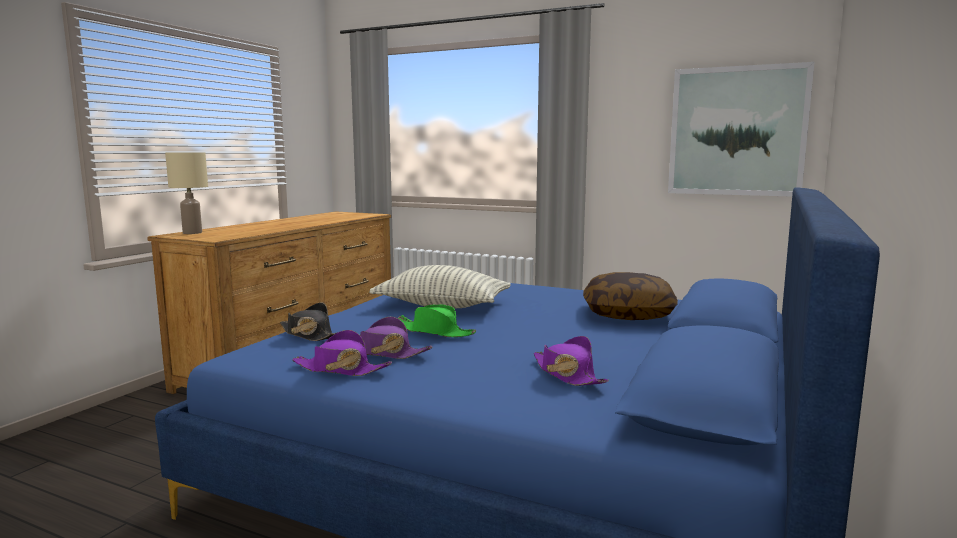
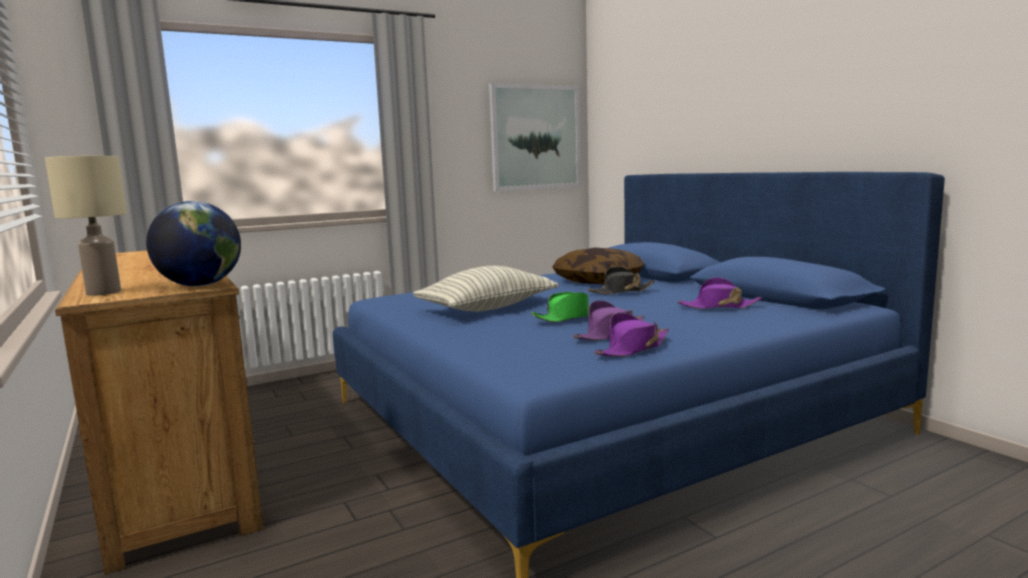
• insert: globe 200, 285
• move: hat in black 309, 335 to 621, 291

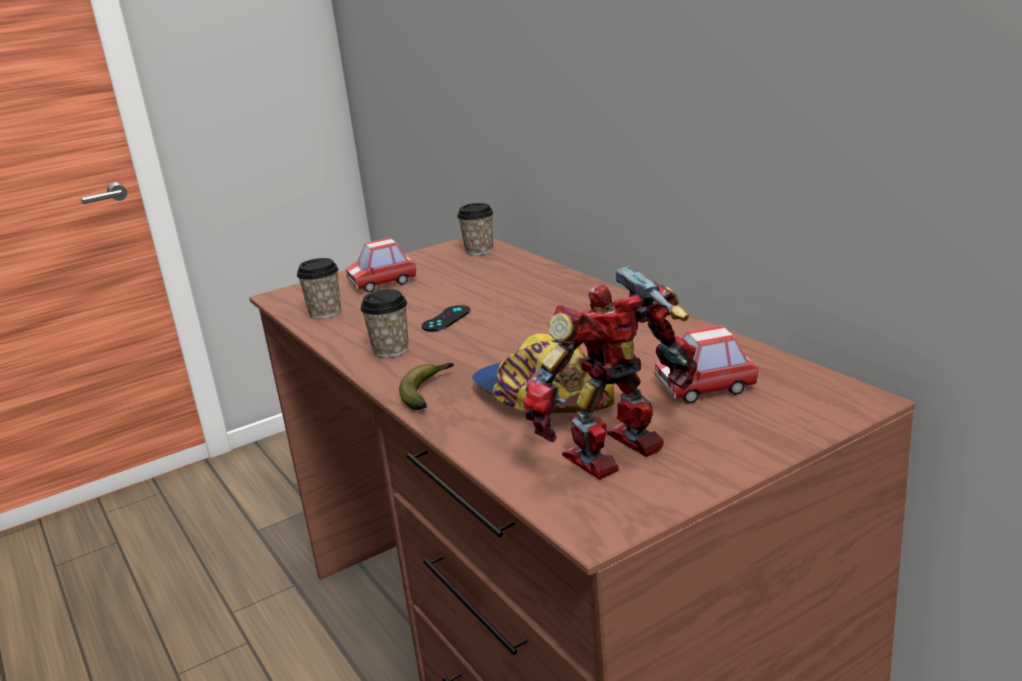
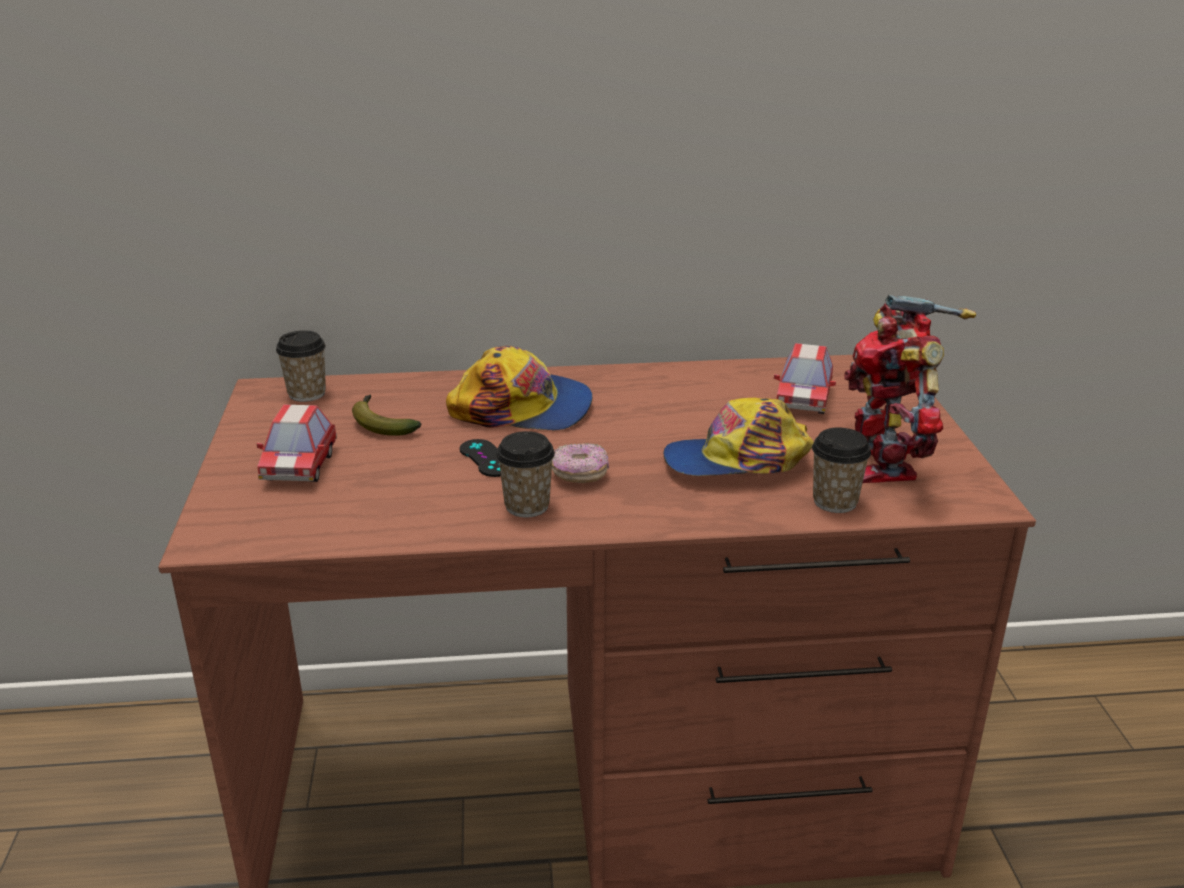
• insert: cap 523, 408
• insert: donut 580, 475
• move: cup 325, 312 to 835, 502
• move: banana 427, 392 to 381, 423

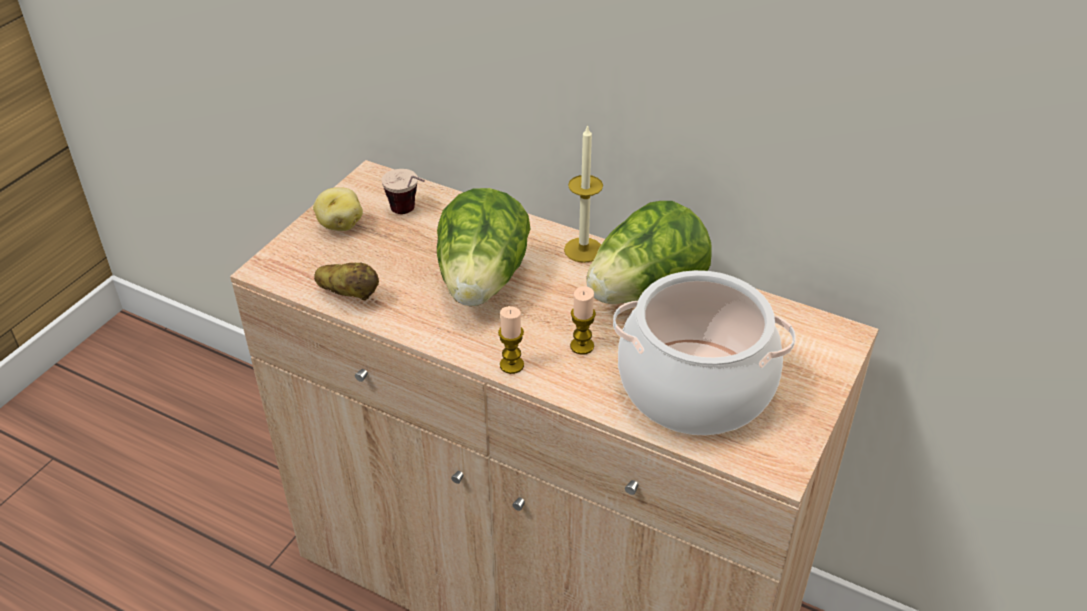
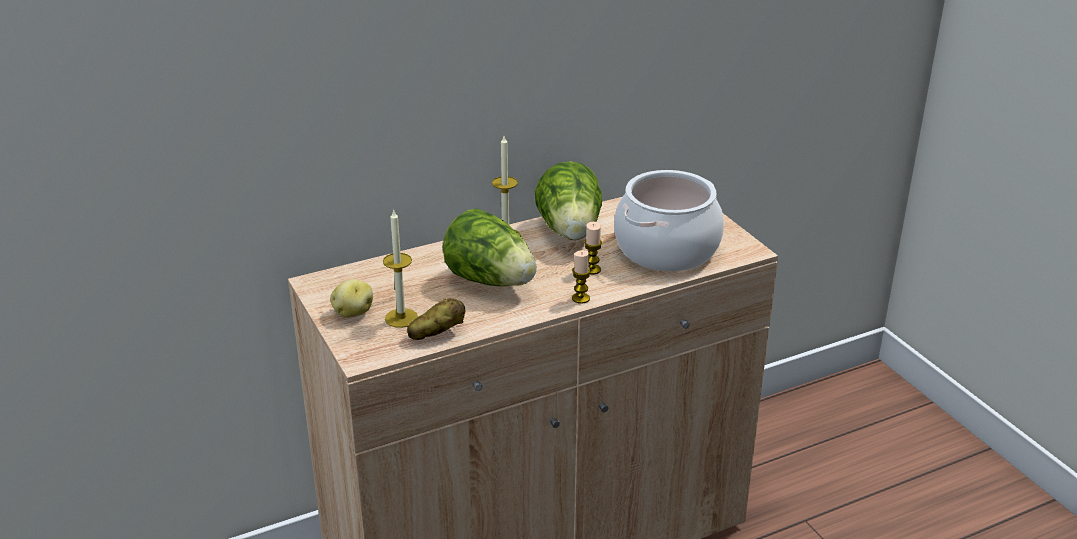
• delete: cup 410, 215
• insert: candle 401, 318

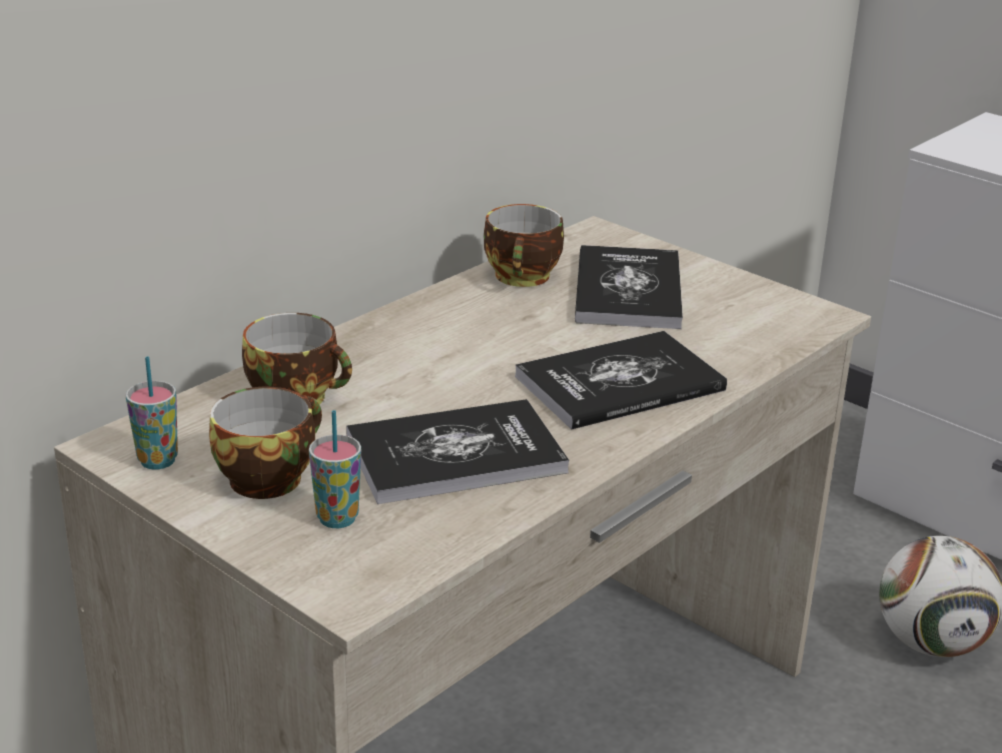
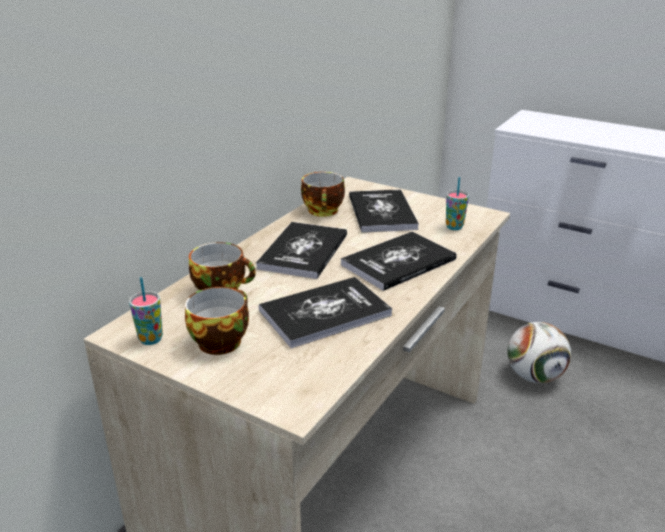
• insert: book 303, 251
• move: cup 337, 519 to 454, 227

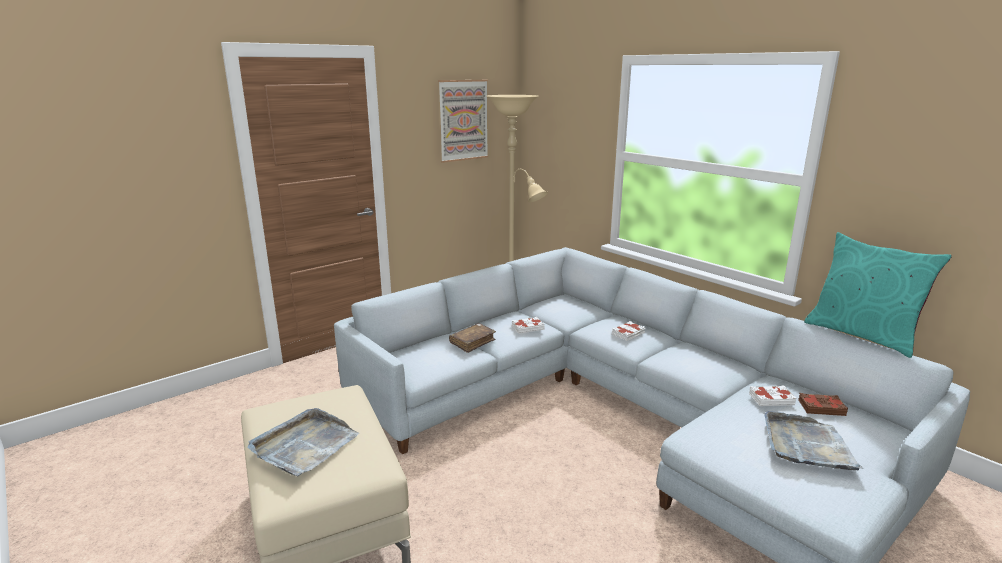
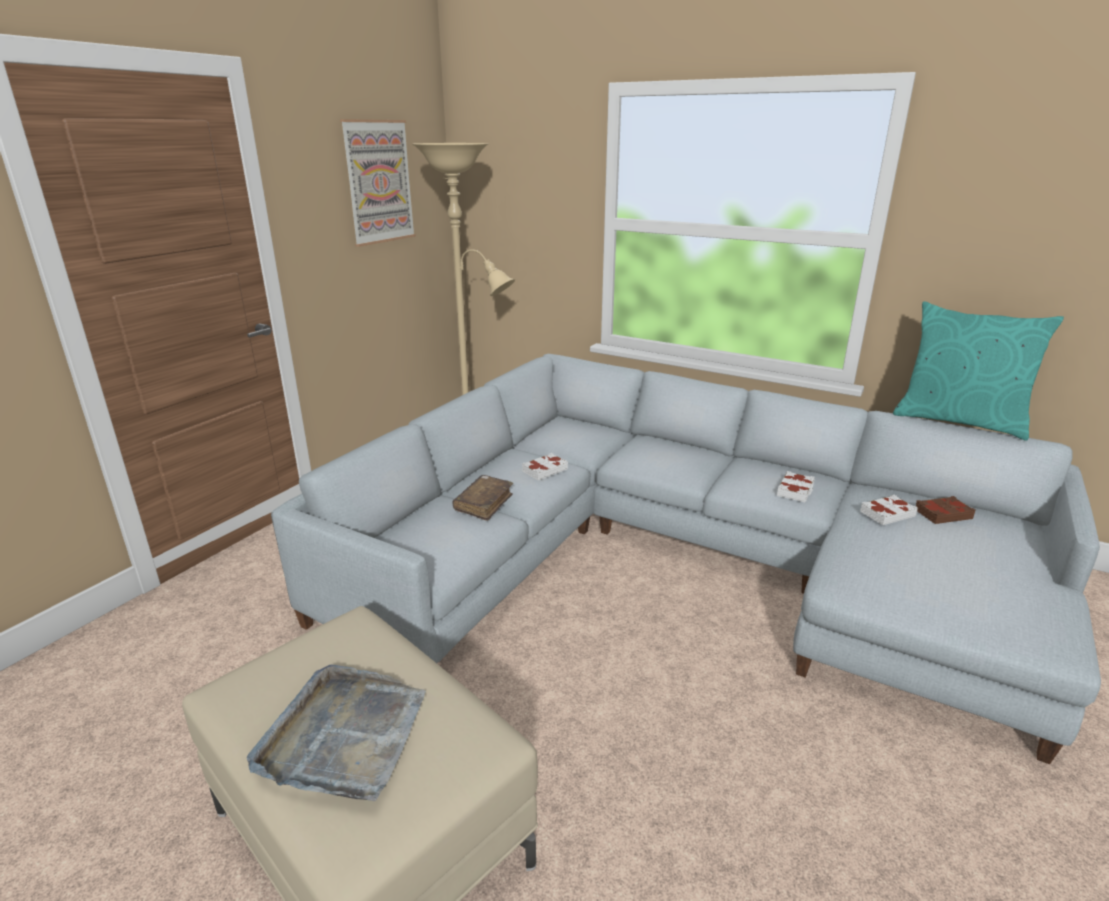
• delete: tray in grey 806, 444
• move: book in white 628, 334 to 795, 490

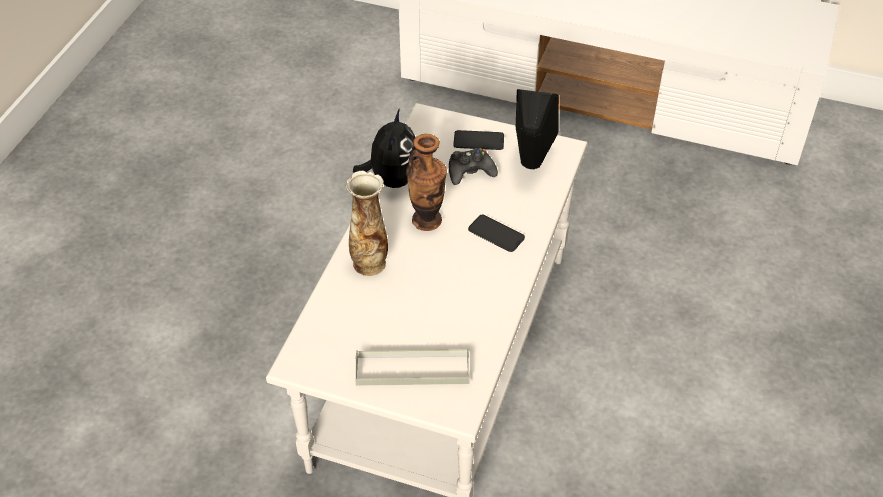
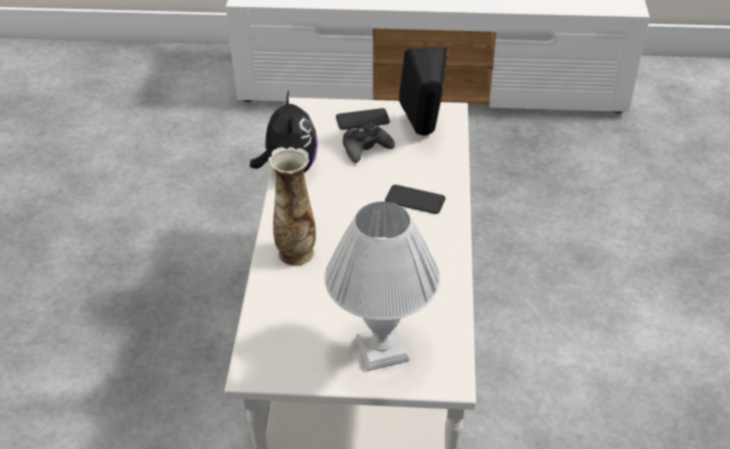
• delete: vase 427, 220
• replace: tray in grey 412, 370 to table lamp in white 383, 349

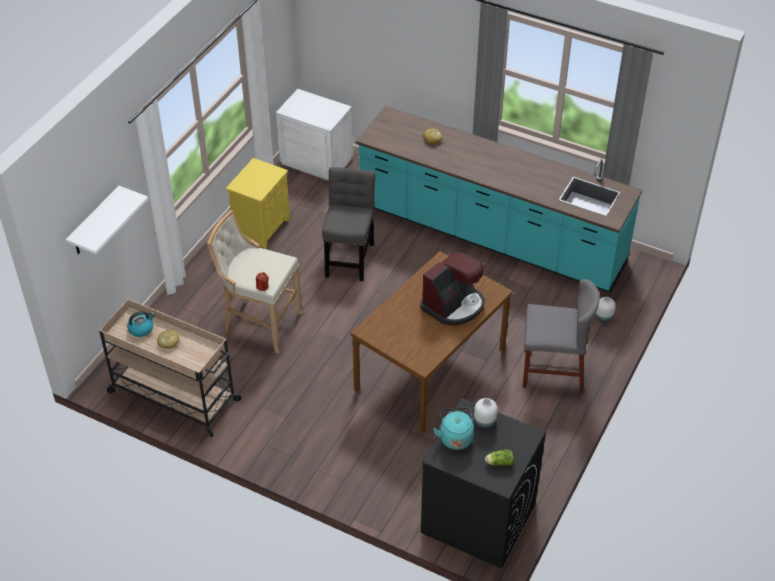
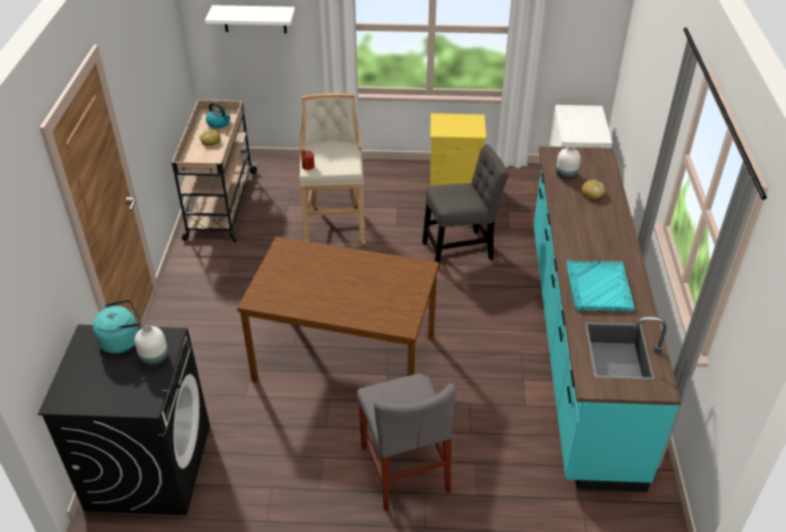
• delete: coffee machine 454, 305
• delete: lettuce 498, 462
• insert: tray in turquoise 599, 287
• move: vase in white 604, 317 to 566, 175

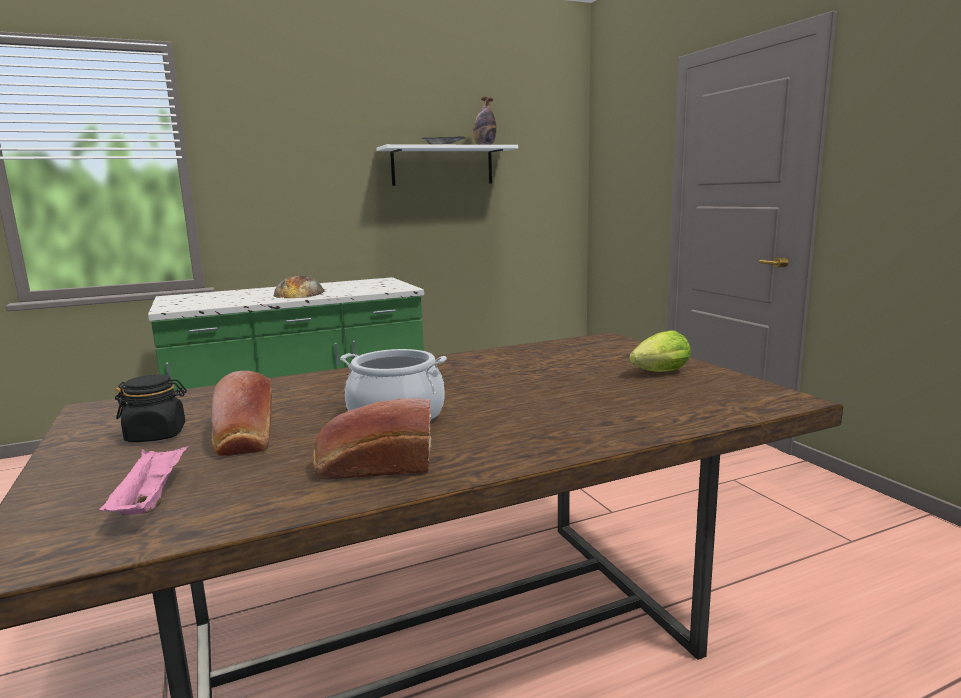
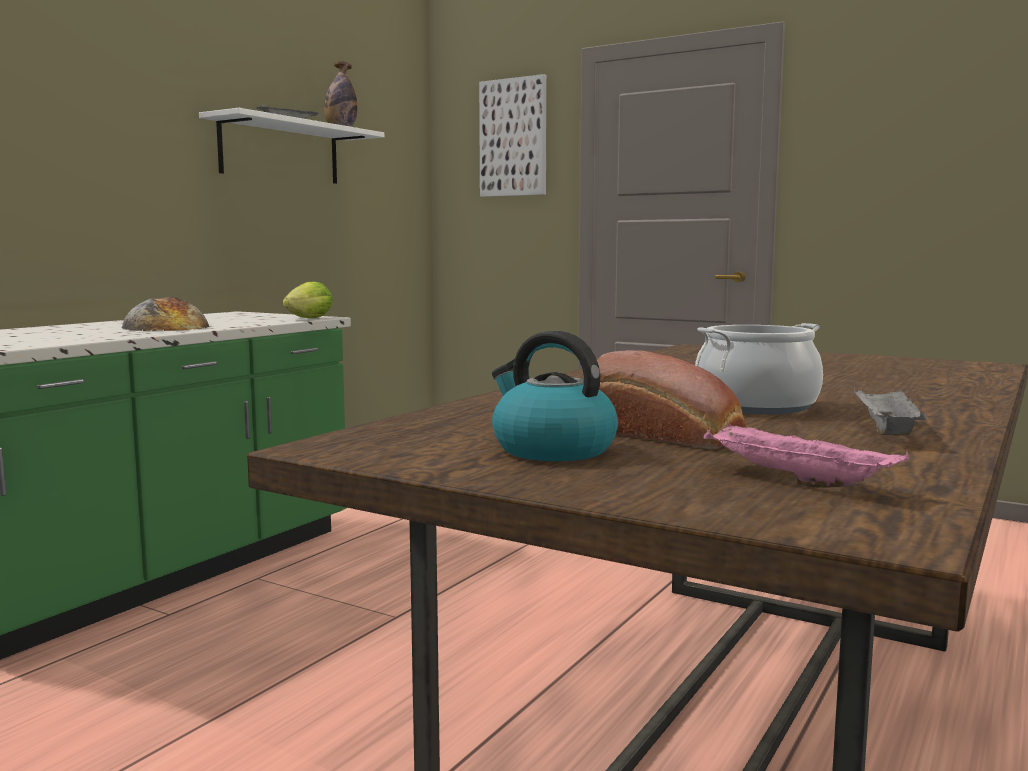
• insert: picture 513, 137
• move: lettuce 657, 373 to 307, 319
• replace: jar in black 157, 435 to kettle 551, 449
• replace: bread 373, 466 to tray in grey 885, 431

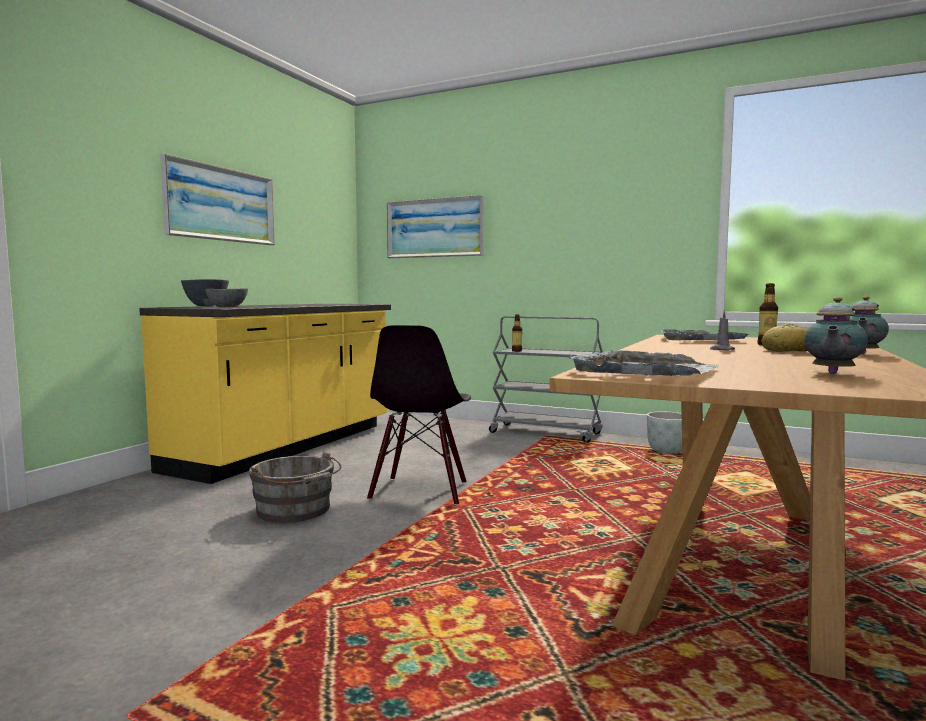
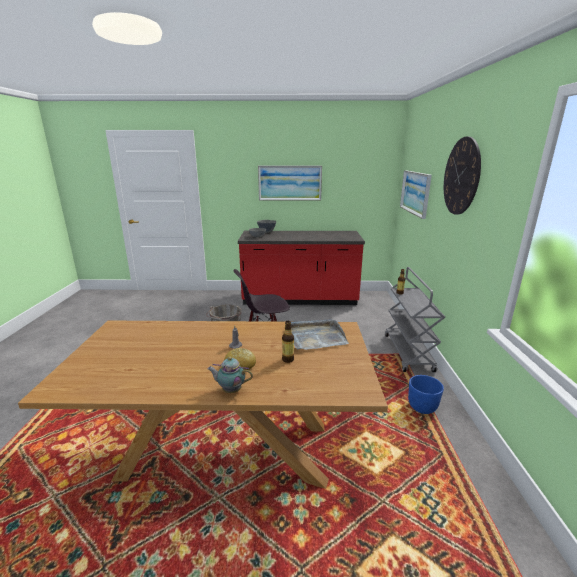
• delete: tray in grey 646, 371
• delete: teapot 831, 373
• insert: wall clock 461, 176
• recolor: counter in yellow 288, 447 to counter in red 299, 299
• recolor: planter in grey 667, 451 to planter in blue 422, 408

